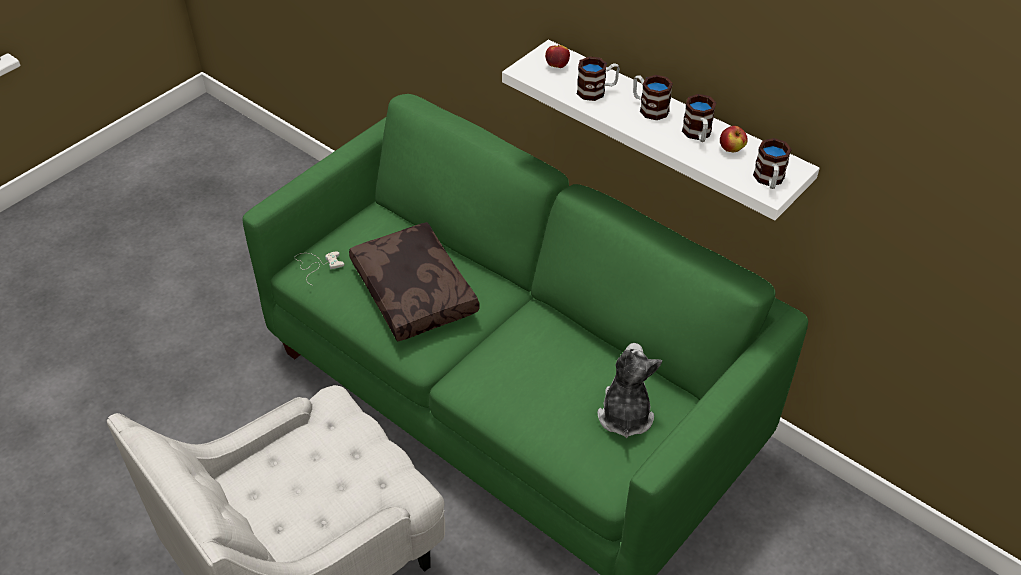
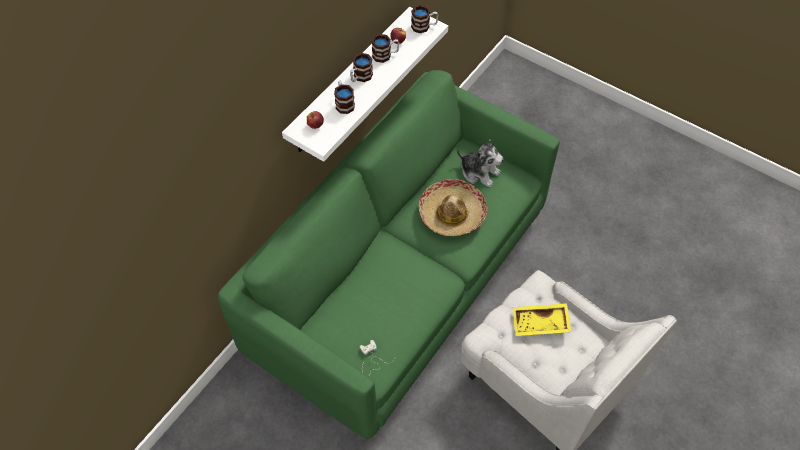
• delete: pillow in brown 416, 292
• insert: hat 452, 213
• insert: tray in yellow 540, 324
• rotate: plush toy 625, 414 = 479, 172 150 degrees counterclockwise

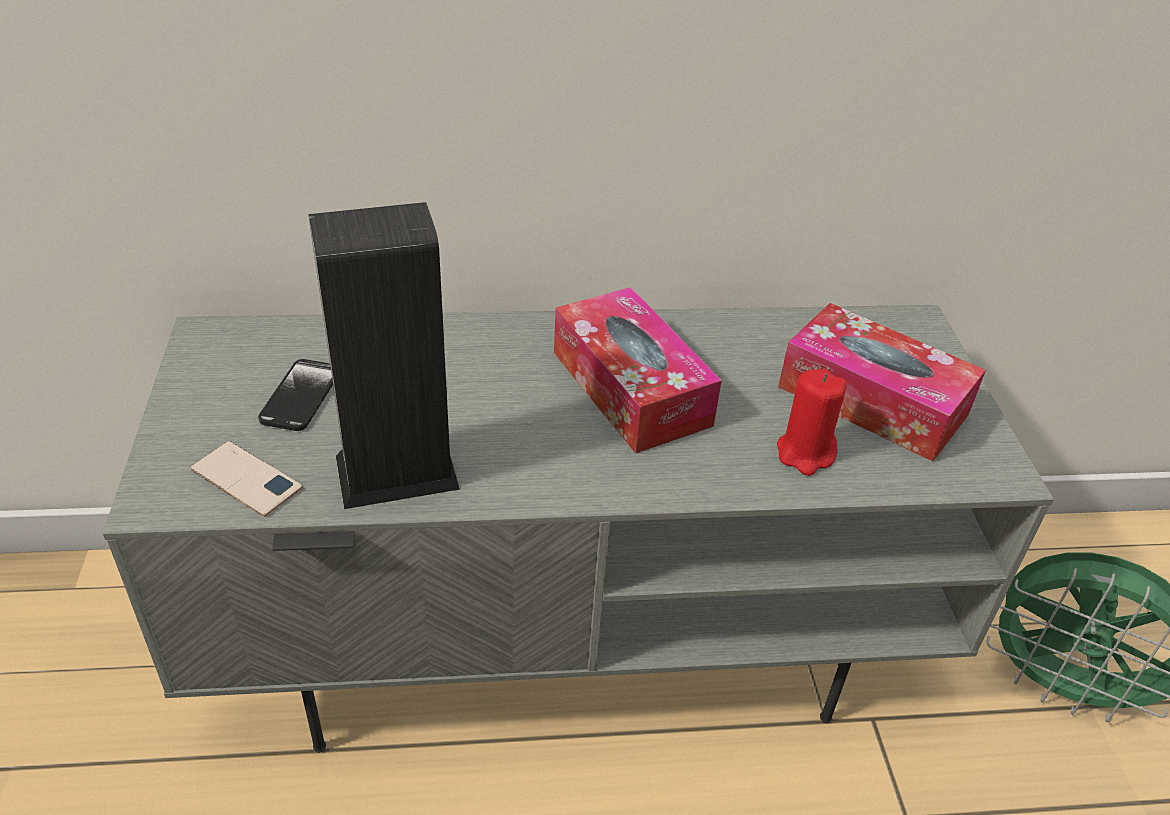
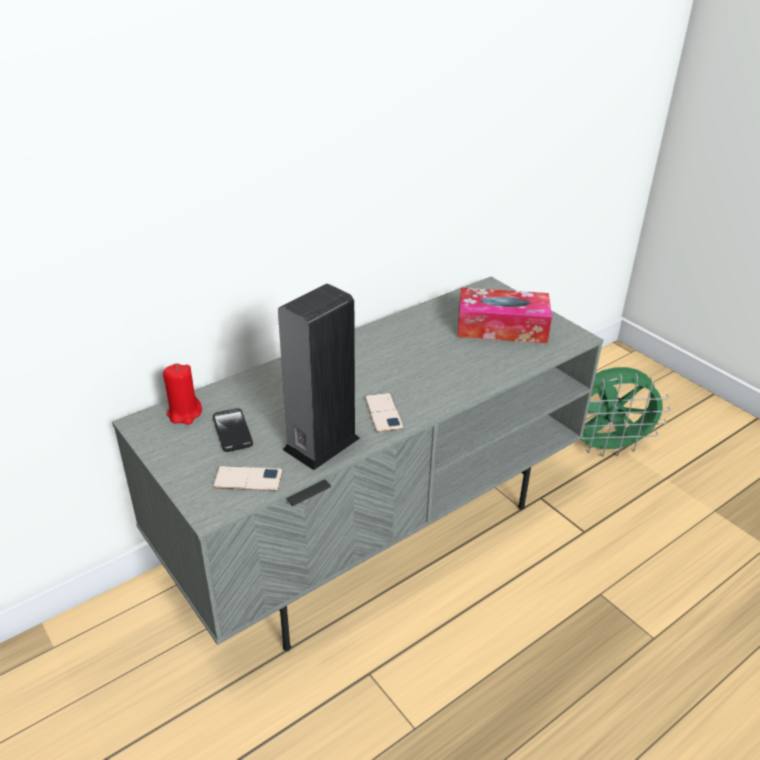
• delete: tissue box 630, 388
• insert: phone 383, 413
• move: candle in red 805, 453 to 184, 413

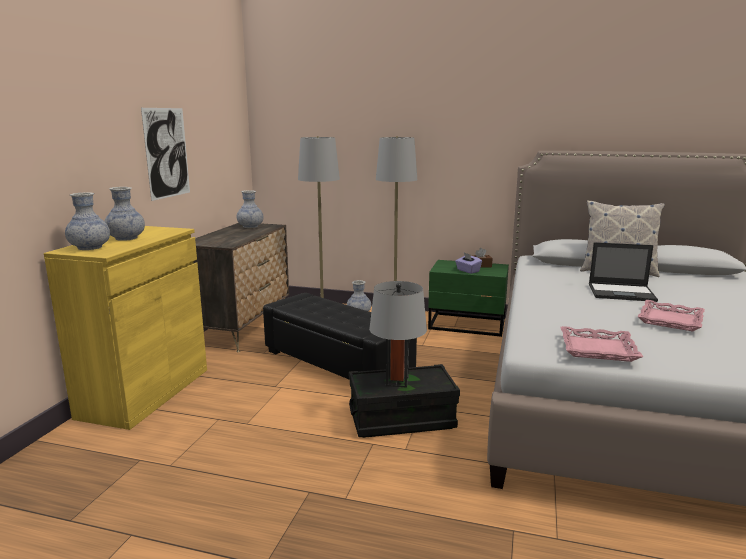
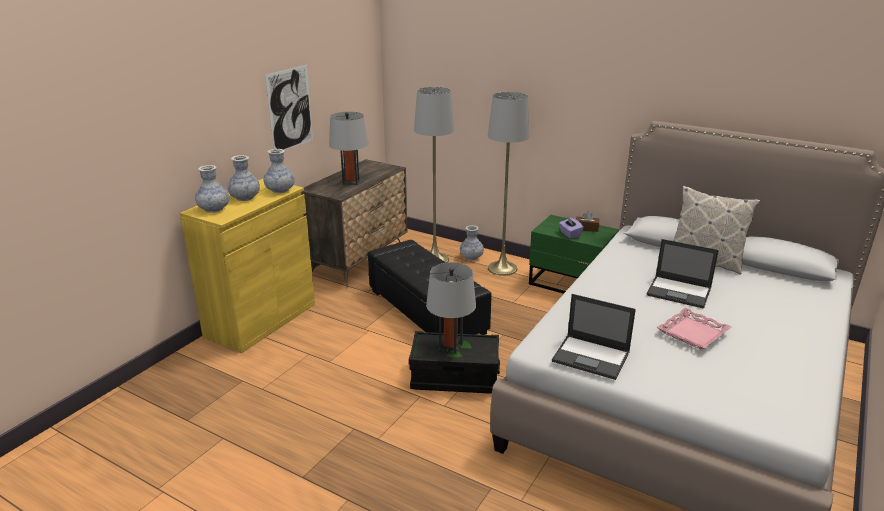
• insert: table lamp in grey 351, 182
• move: vase 250, 226 to 280, 190
• replace: tray in pink 598, 349 to laptop 592, 357

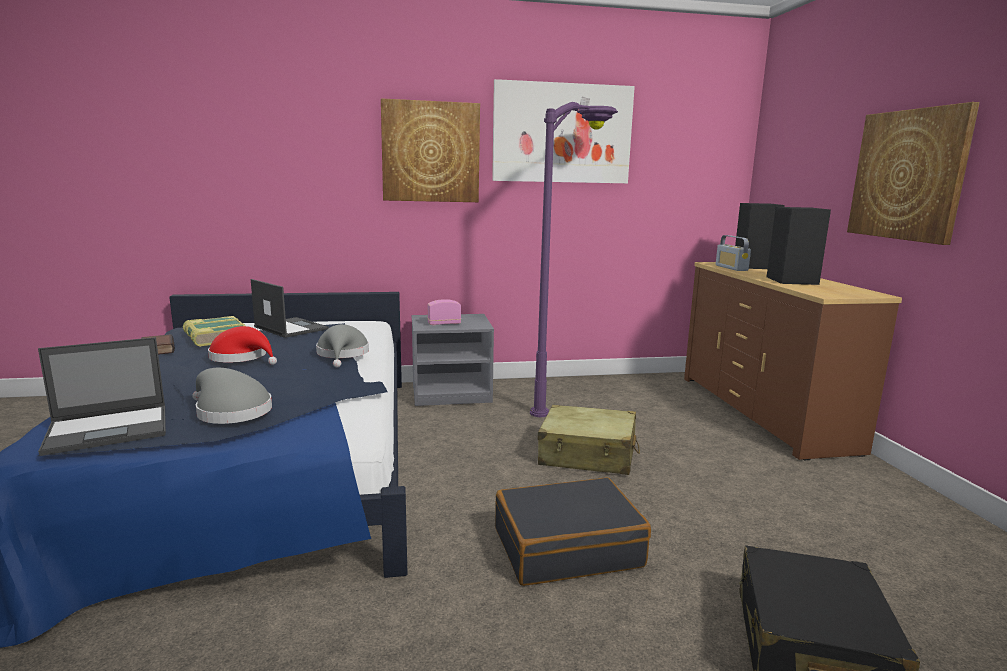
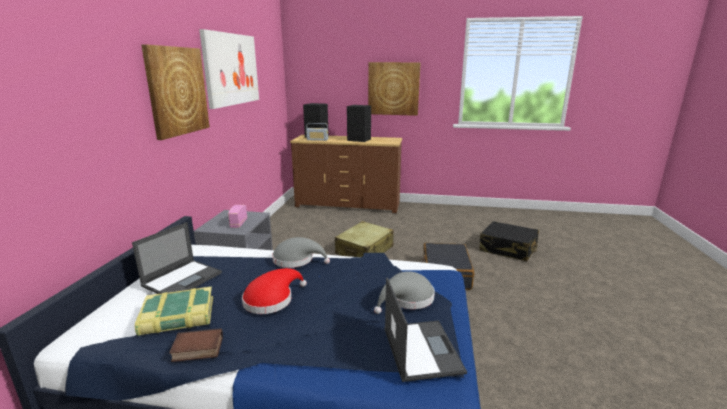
• delete: floor lamp in purple 570, 397
• rotate: laptop 290, 328 = 183, 279 150 degrees clockwise

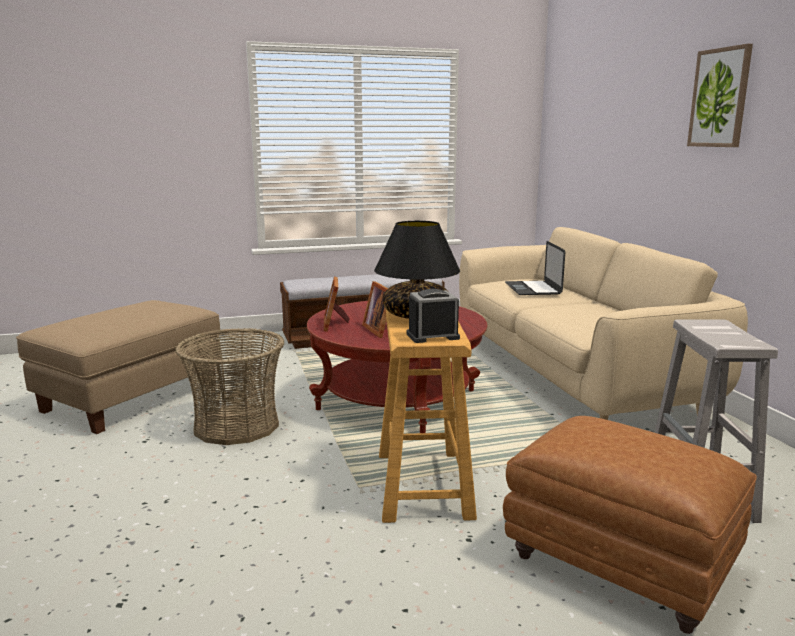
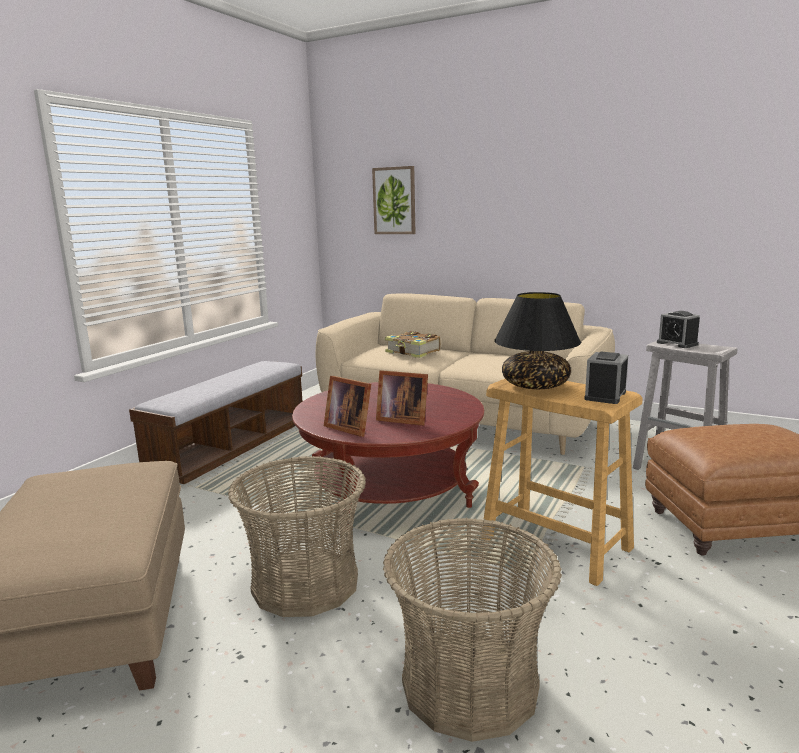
• insert: basket 469, 684
• insert: alarm clock 677, 343
• move: picture 720, 98 to 394, 201
• replace: laptop 533, 288 to book 413, 352

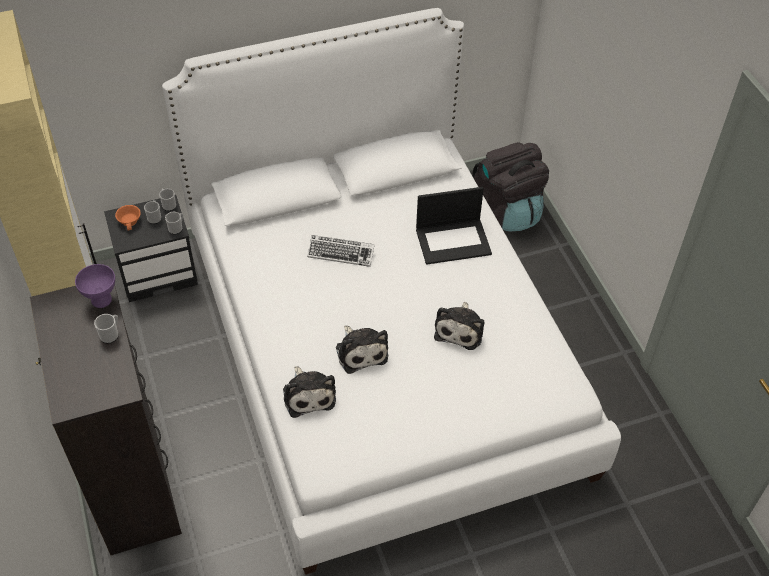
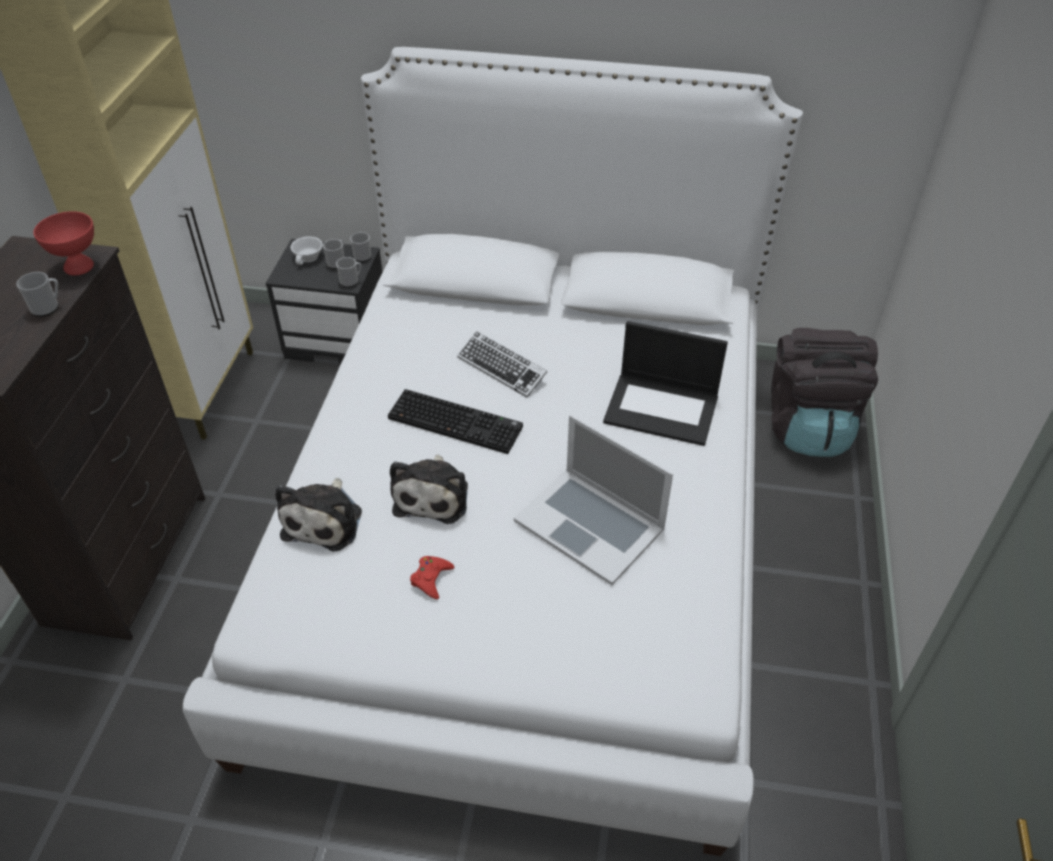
• insert: keyboard 457, 421
• insert: game controller in red 431, 579
• replace: plush toy 460, 329 to laptop 590, 524
• recolor: bowl in purple 101, 299 to bowl in red 79, 266
• recolor: cup in orange 130, 221 to cup in white 309, 257

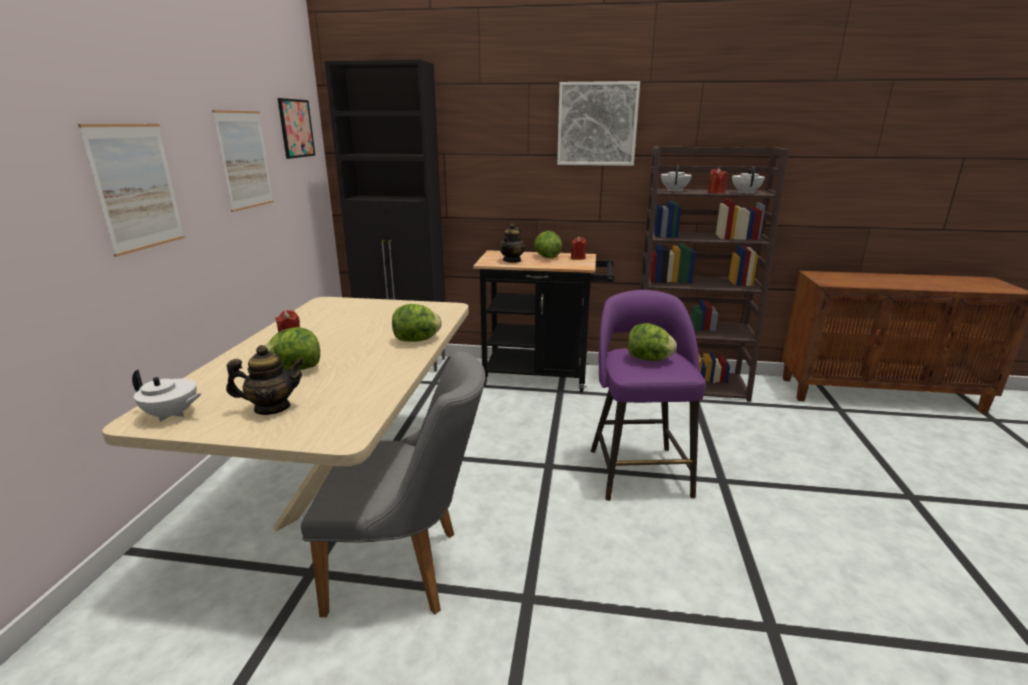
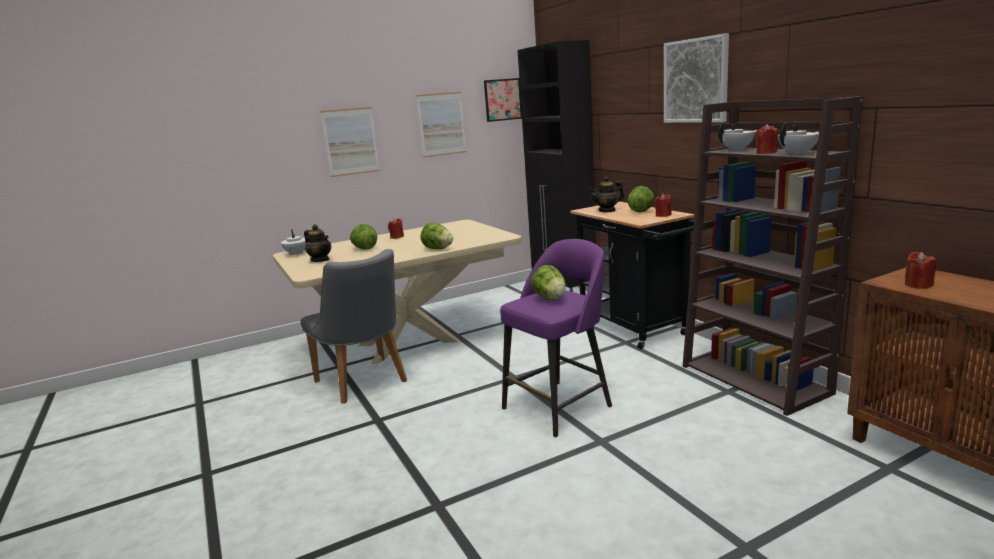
• insert: candle in red 918, 285

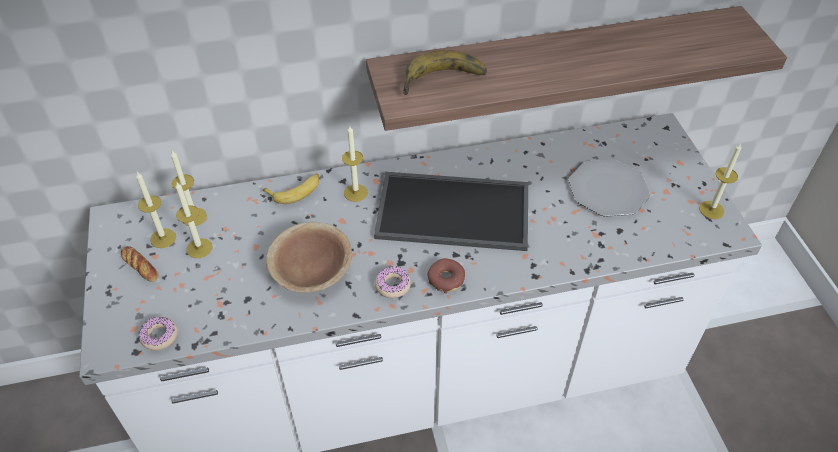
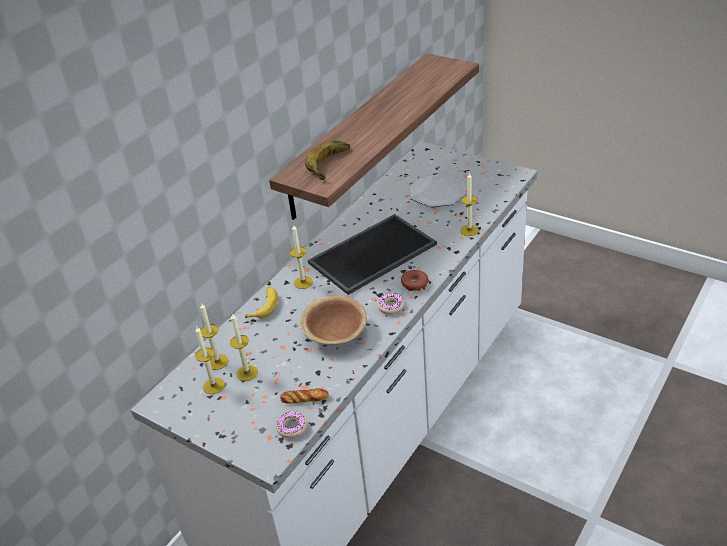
• move: bread 140, 266 to 305, 398
• move: candle 711, 210 to 469, 230

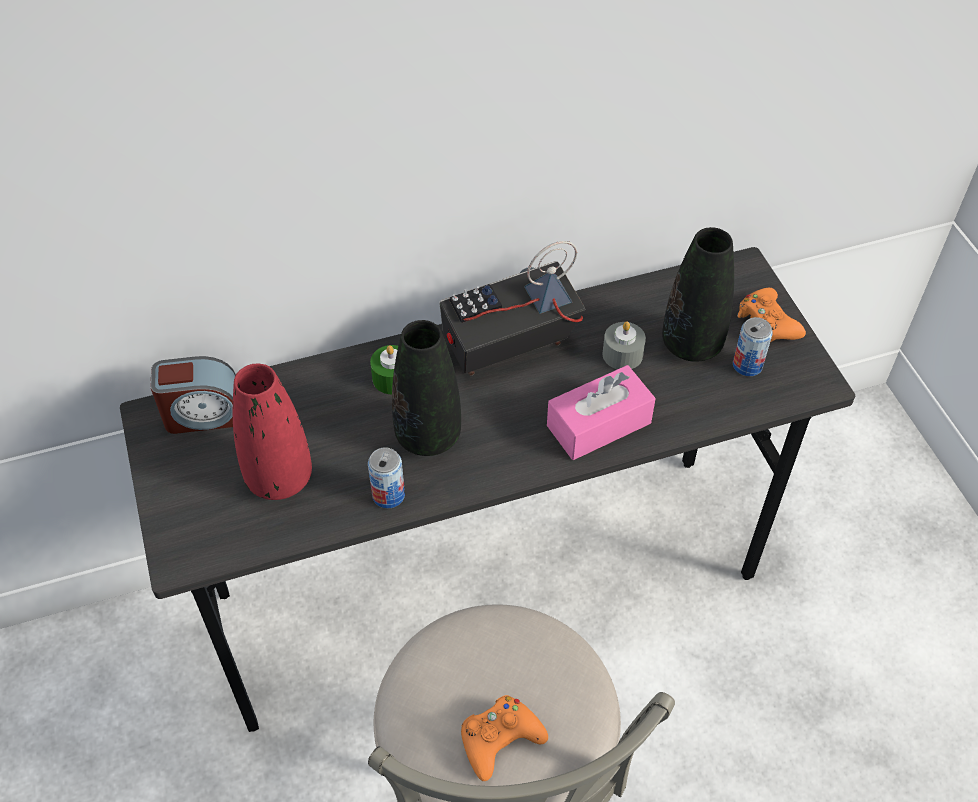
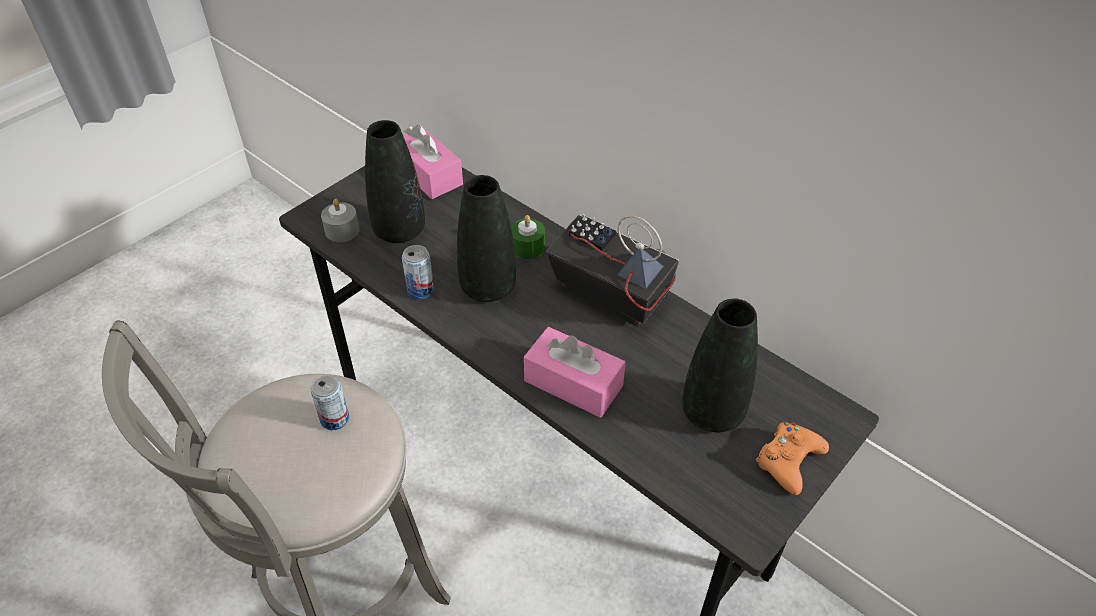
• delete: game controller in orange 499, 739
• move: candle in grey 622, 354 to 342, 230
• move: can 747, 365 to 335, 419
• replace: alarm clock 203, 414 to tissue box in pink 428, 174
• recolor: vase in red 279, 478 to vase in black 399, 231

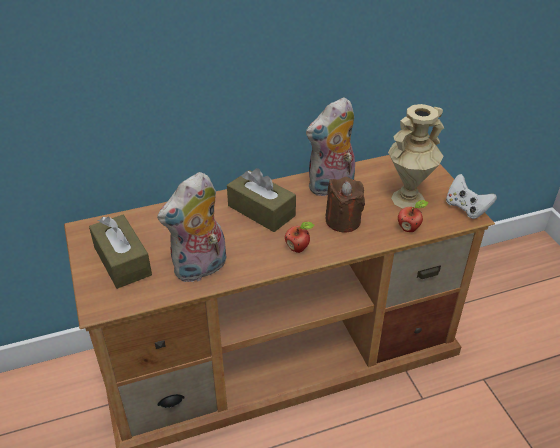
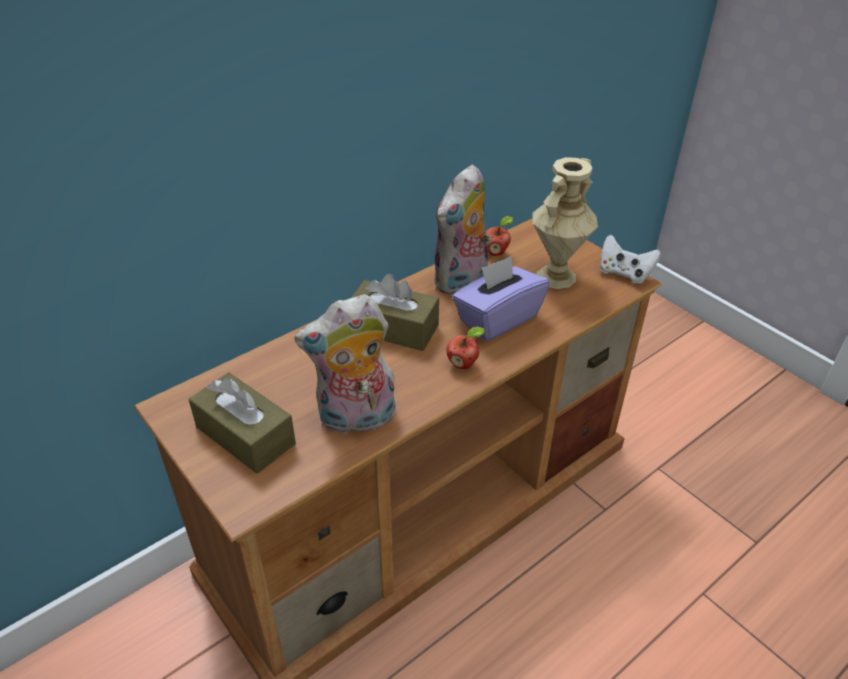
• move: apple 409, 228 to 496, 252
• replace: candle in brown 343, 221 to tissue box in purple 497, 319
• rotate: plush toy 201, 269 = 356, 419 45 degrees clockwise

